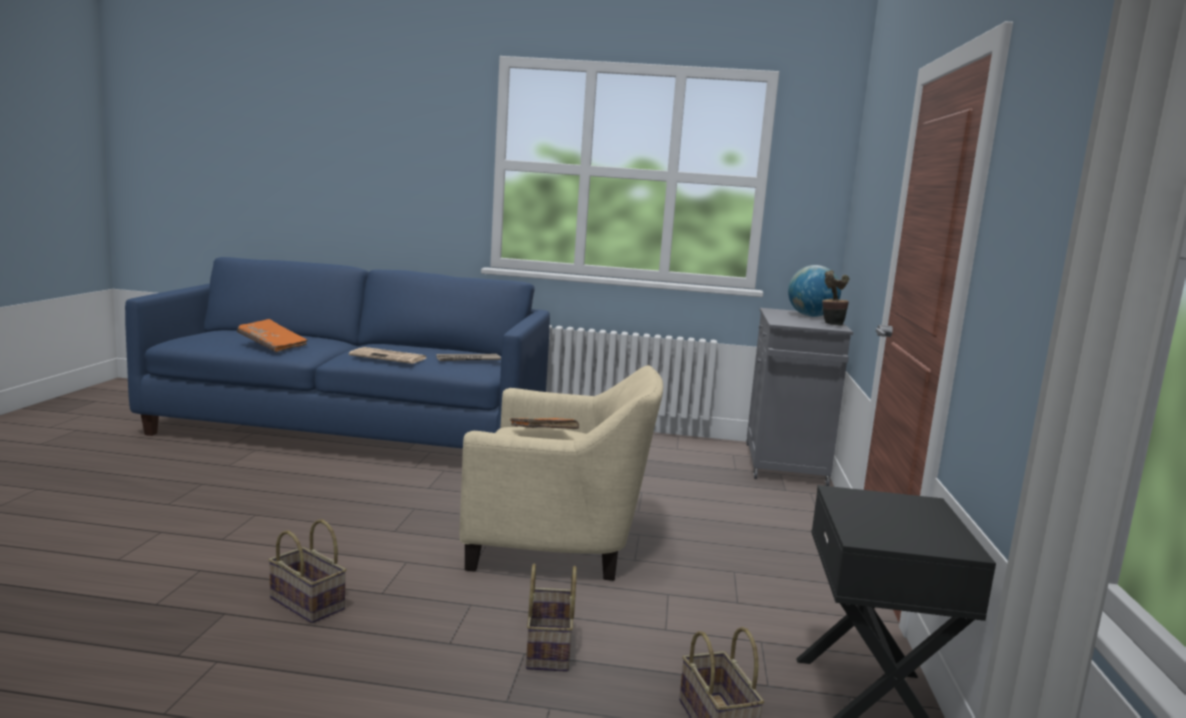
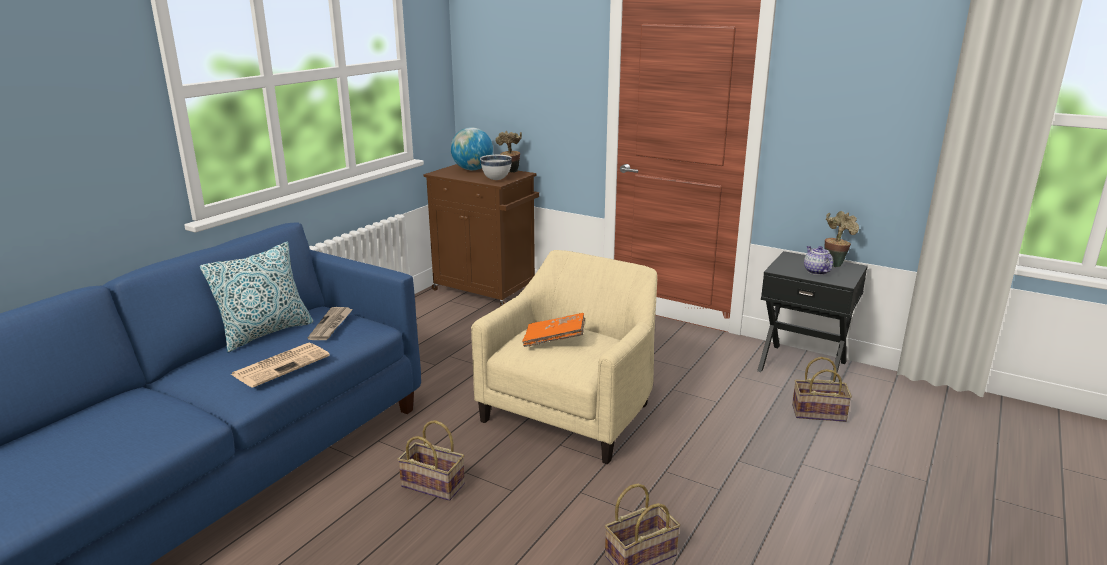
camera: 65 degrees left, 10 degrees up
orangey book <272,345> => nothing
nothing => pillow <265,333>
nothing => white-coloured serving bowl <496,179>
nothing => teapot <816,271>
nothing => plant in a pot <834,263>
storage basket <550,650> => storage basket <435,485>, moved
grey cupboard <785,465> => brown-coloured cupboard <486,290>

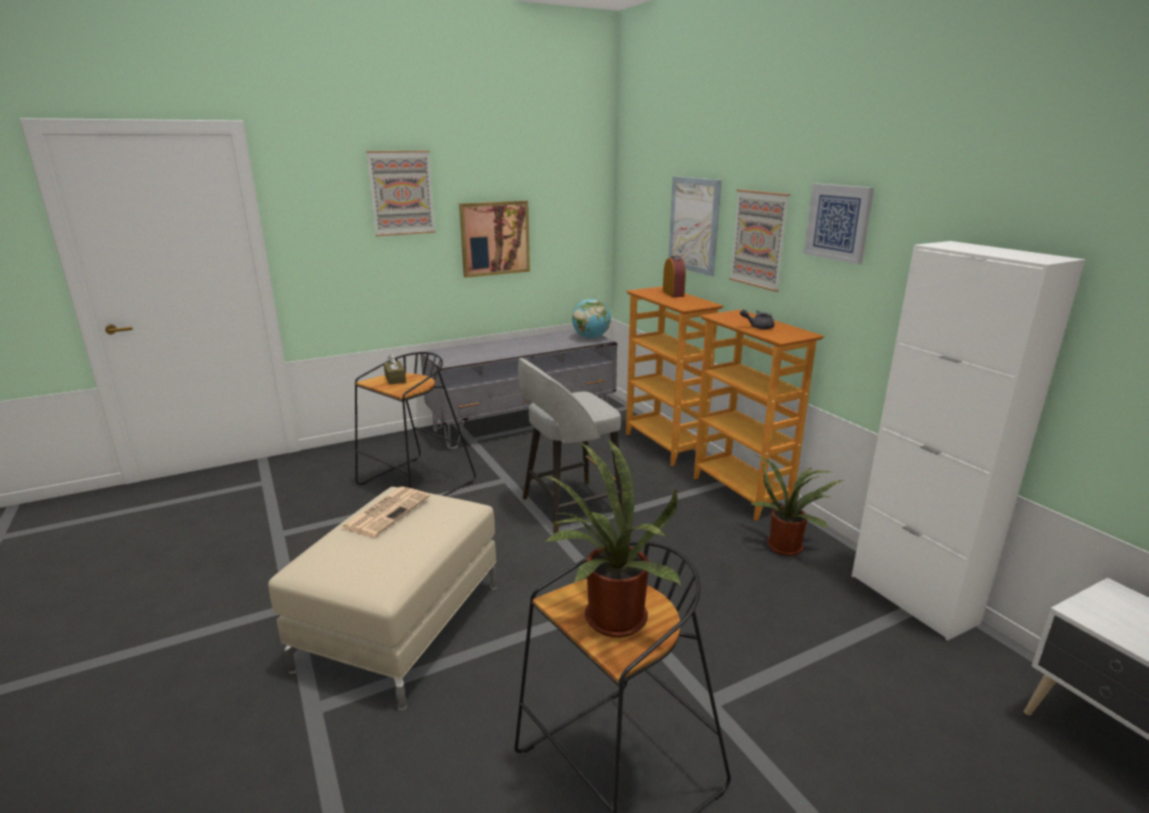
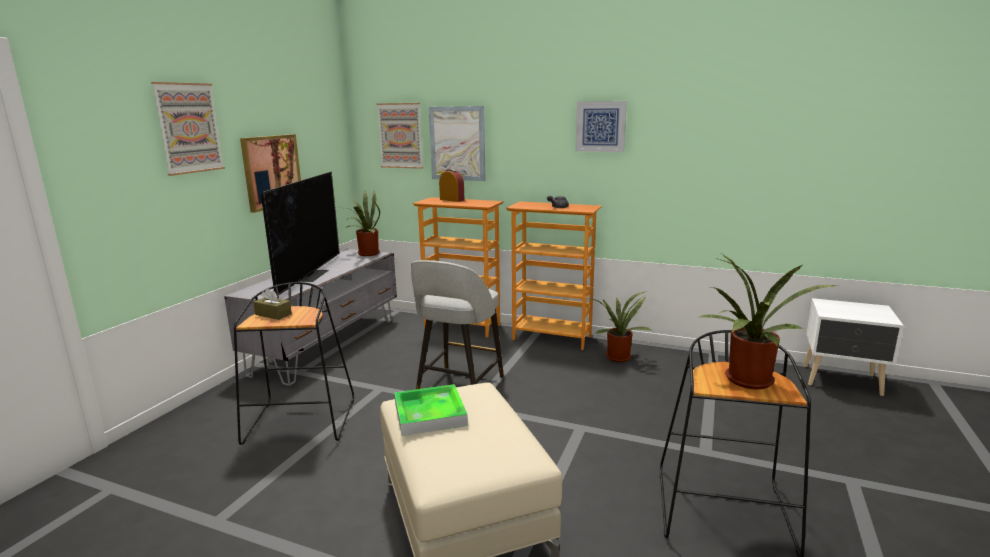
camera: 40 degrees left, 5 degrees down
white-coloured cupboard <912,598> => nothing
nothing => television <310,275>
wall art <759,239> => wall art <400,135>, moved
printed paper <387,511> => carrying tray <430,414>
world globe <591,337> => plant in a pot <366,254>

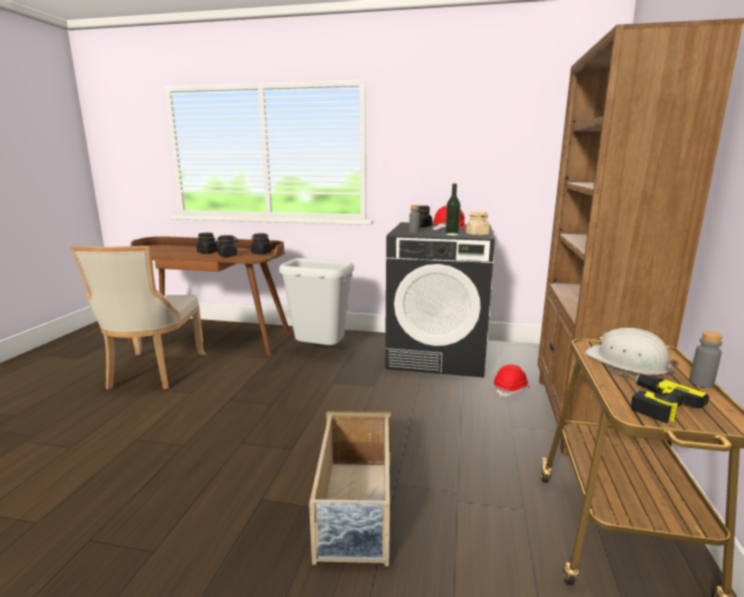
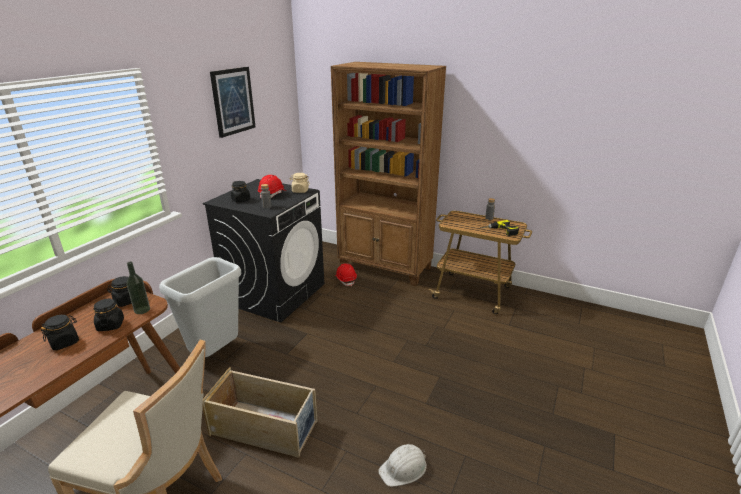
camera: 75 degrees left, 10 degrees up
nothing => wall art <233,101>
beige-coloured storage container <355,508> => beige-coloured storage container <265,428>, moved
bottle <452,234> => bottle <142,310>, moved
white-coloured hard hat <628,361> => white-coloured hard hat <404,468>, moved

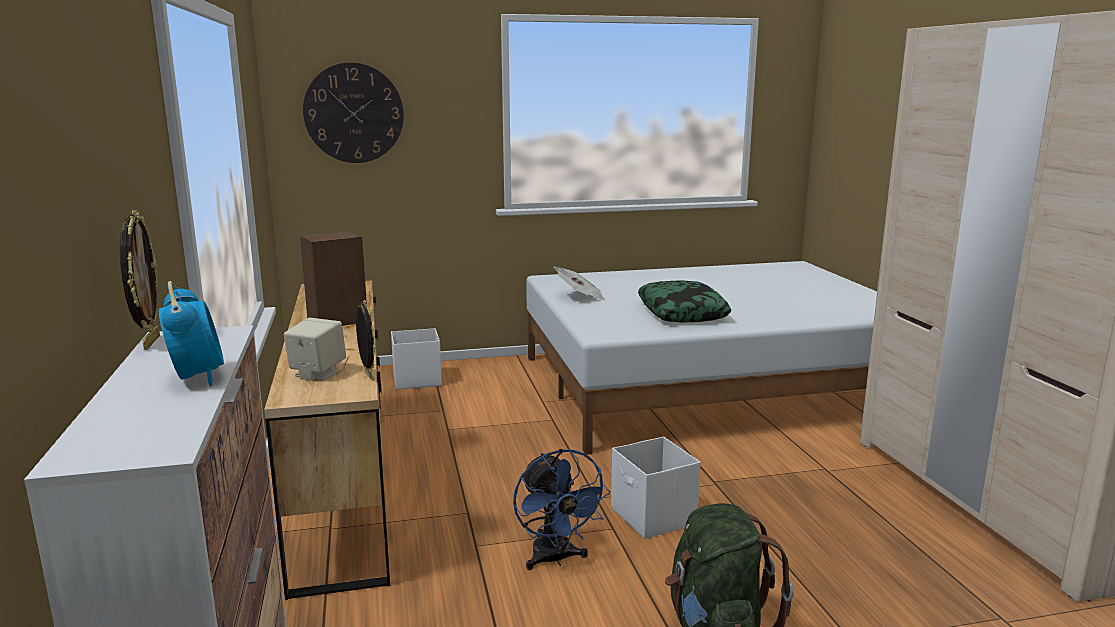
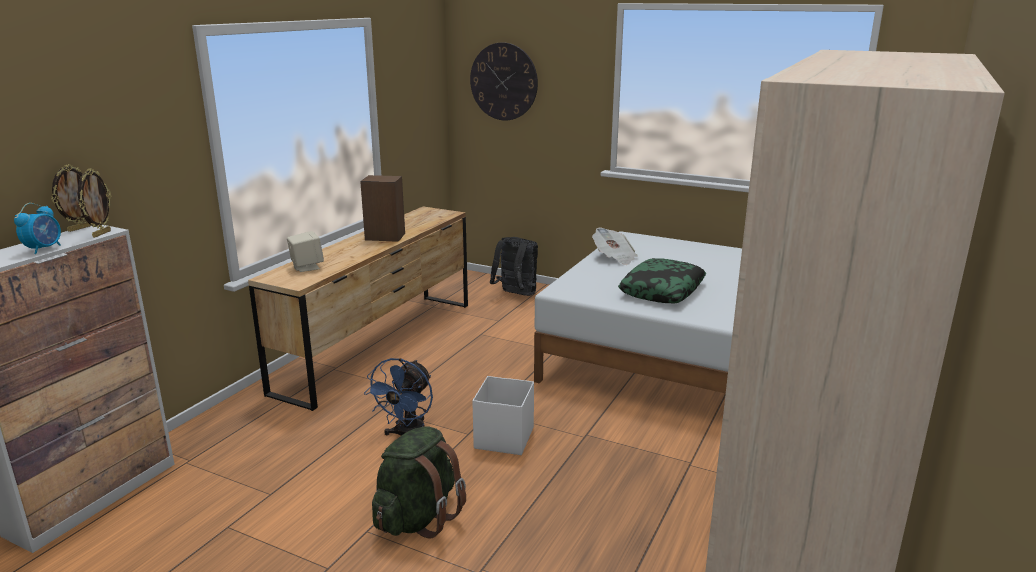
camera: 40 degrees right, 5 degrees up
photo frame <368,376> => photo frame <101,234>, moved
white-coloured storage container <416,380> => blackish rucksack <515,295>

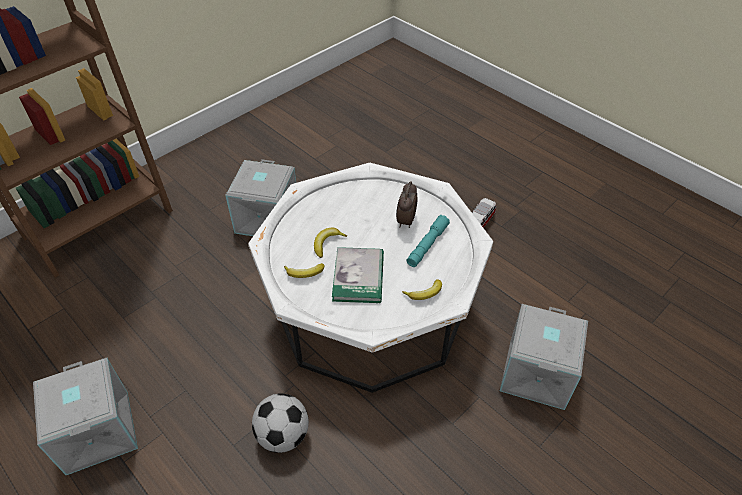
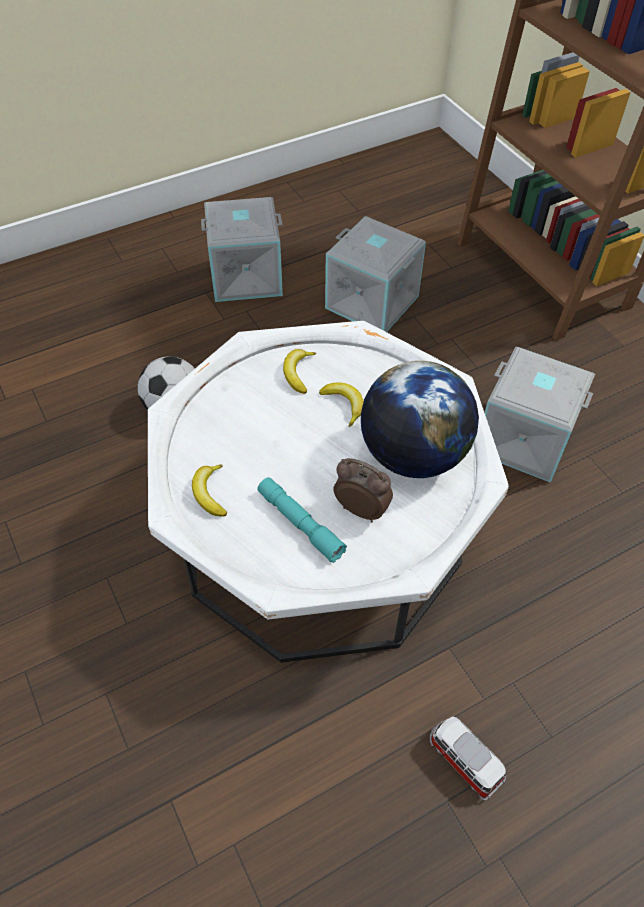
camera: 105 degrees right, 5 degrees up
book <358,277> => nothing
nothing => world globe <412,455>
grey storage container <535,372> => grey storage container <373,301>, moved

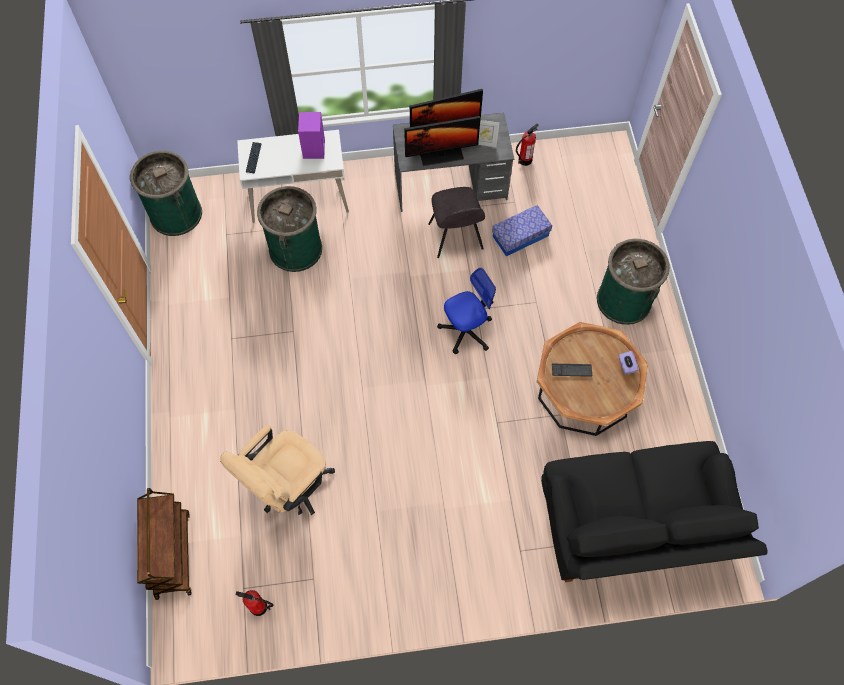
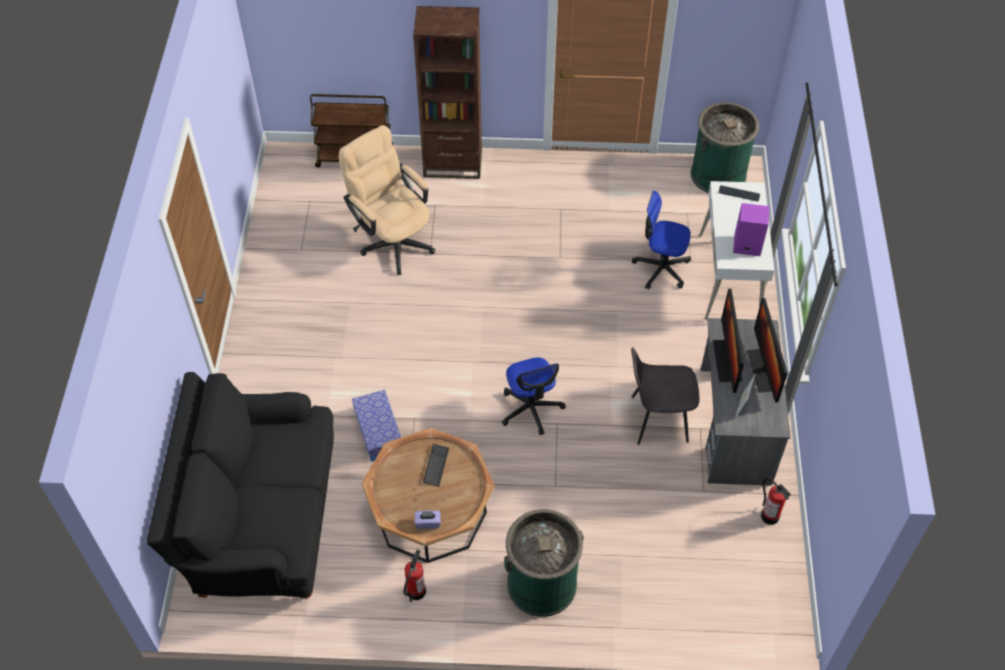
camera: 100 degrees right, 10 degrees down
nothing => brown-coloured shelving unit <453,163>
fire-fighting cylinder <258,607> => fire-fighting cylinder <416,591>, moved
storage container <520,236> => storage container <378,432>, moved
green waste bin <295,249> => office chair <661,268>

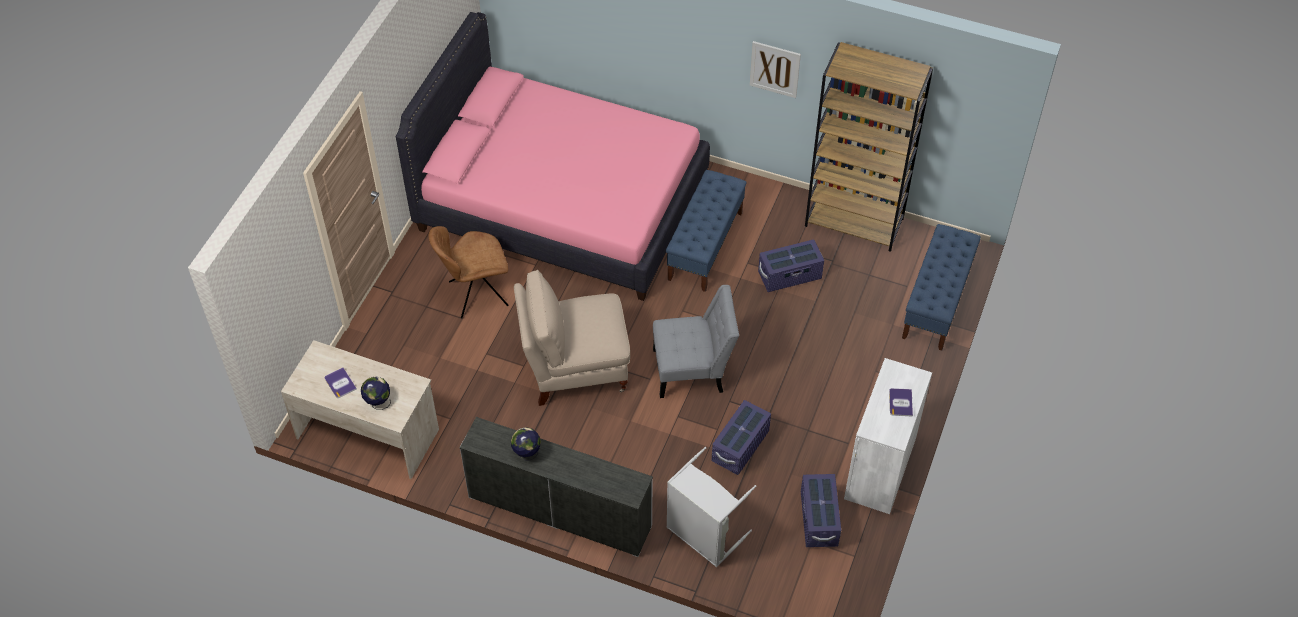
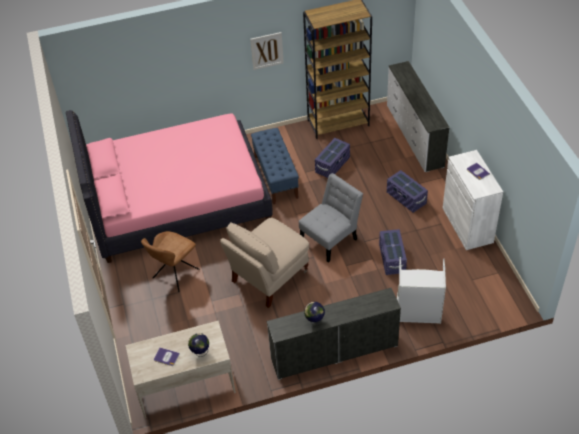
camera: 35 degrees left, 5 degrees down
purple storage container <818,519> => purple storage container <406,198>, moved
blue bench <936,302> => white-coloured drawer chest <414,135>

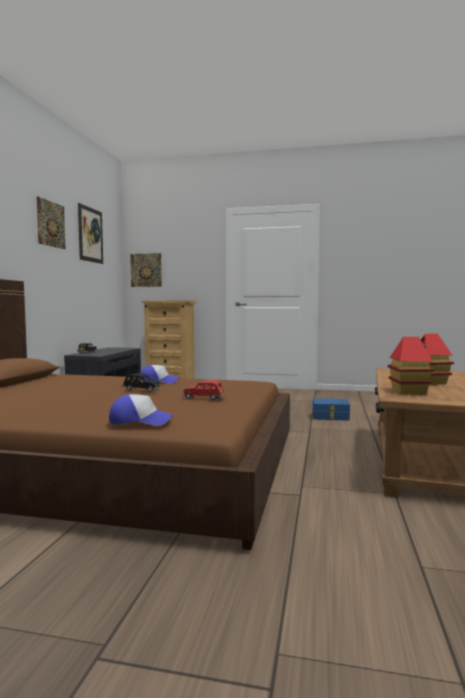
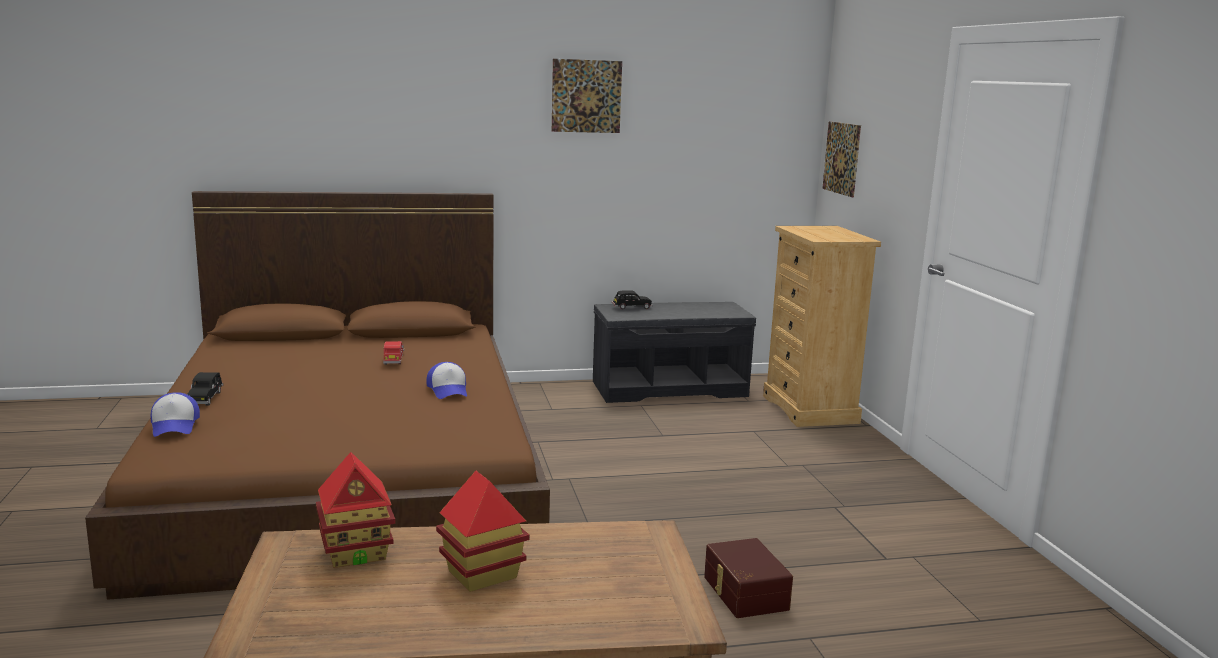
camera: 65 degrees right, 10 degrees up
wall art <90,235> => nothing
blackish model car <141,390> => blackish model car <205,398>, moved
red model car <204,398> => red model car <393,360>, moved
blue storage container <330,417> => brown-coloured storage container <743,593>

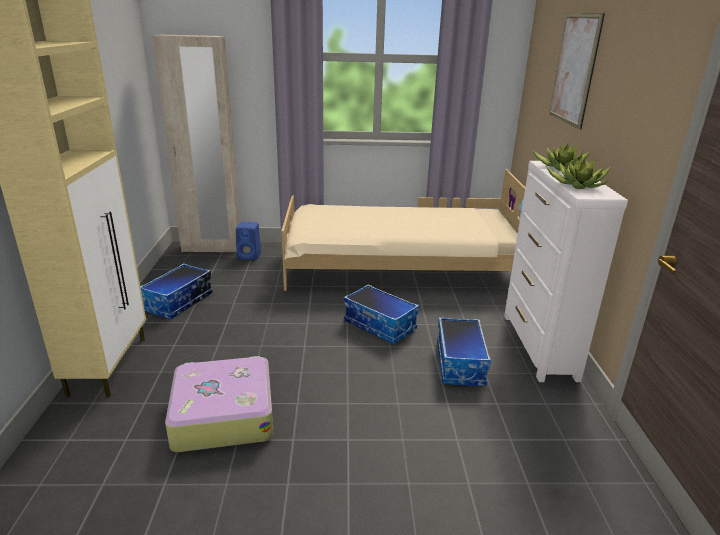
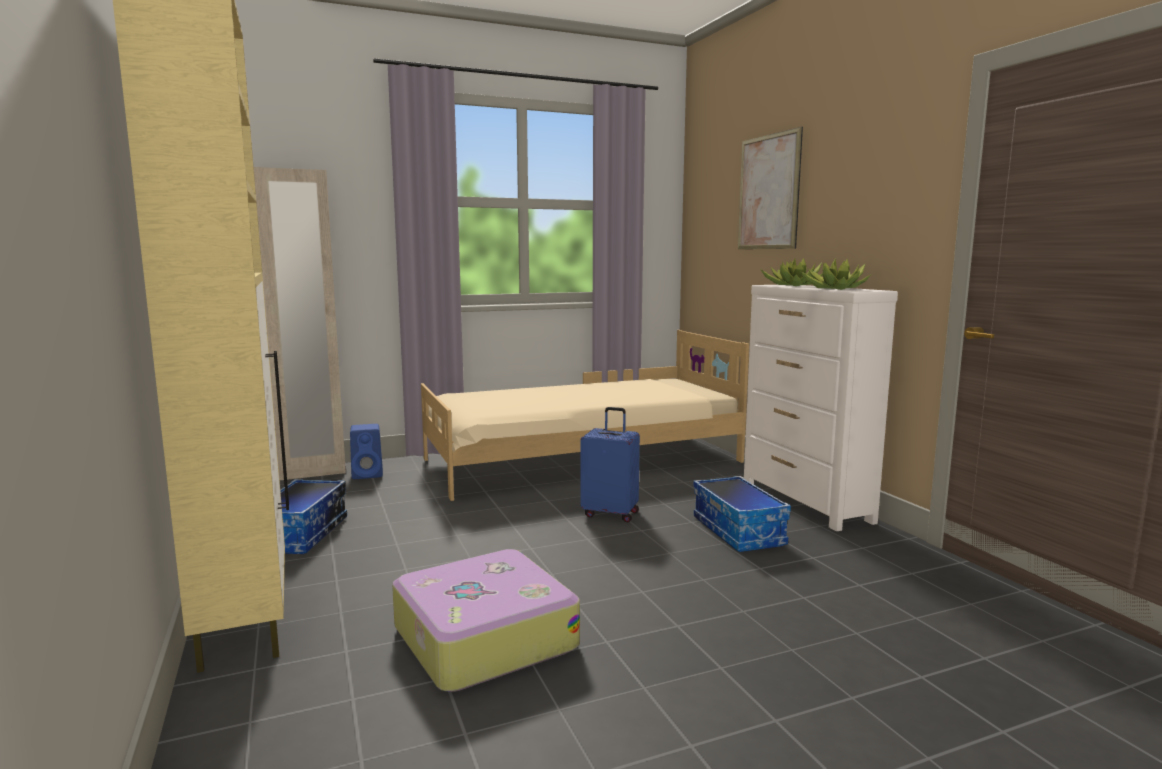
camera: 20 degrees left, 15 degrees down
storage container <380,325> => blue piece of luggage <611,513>

